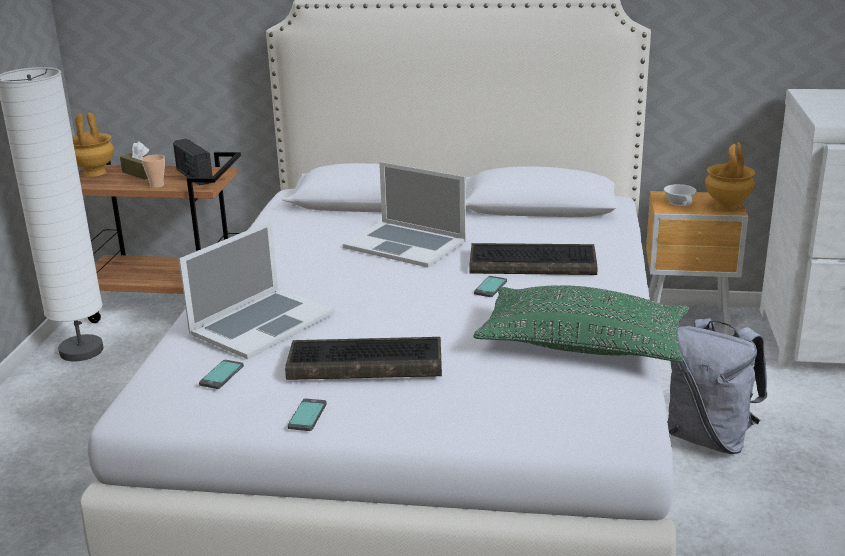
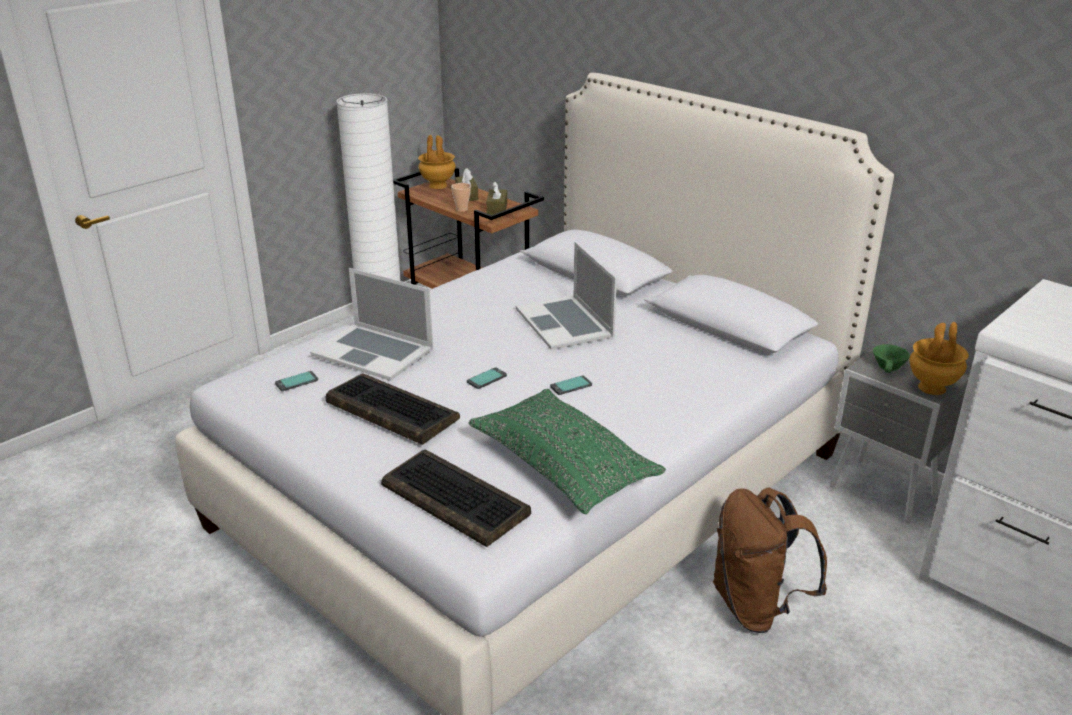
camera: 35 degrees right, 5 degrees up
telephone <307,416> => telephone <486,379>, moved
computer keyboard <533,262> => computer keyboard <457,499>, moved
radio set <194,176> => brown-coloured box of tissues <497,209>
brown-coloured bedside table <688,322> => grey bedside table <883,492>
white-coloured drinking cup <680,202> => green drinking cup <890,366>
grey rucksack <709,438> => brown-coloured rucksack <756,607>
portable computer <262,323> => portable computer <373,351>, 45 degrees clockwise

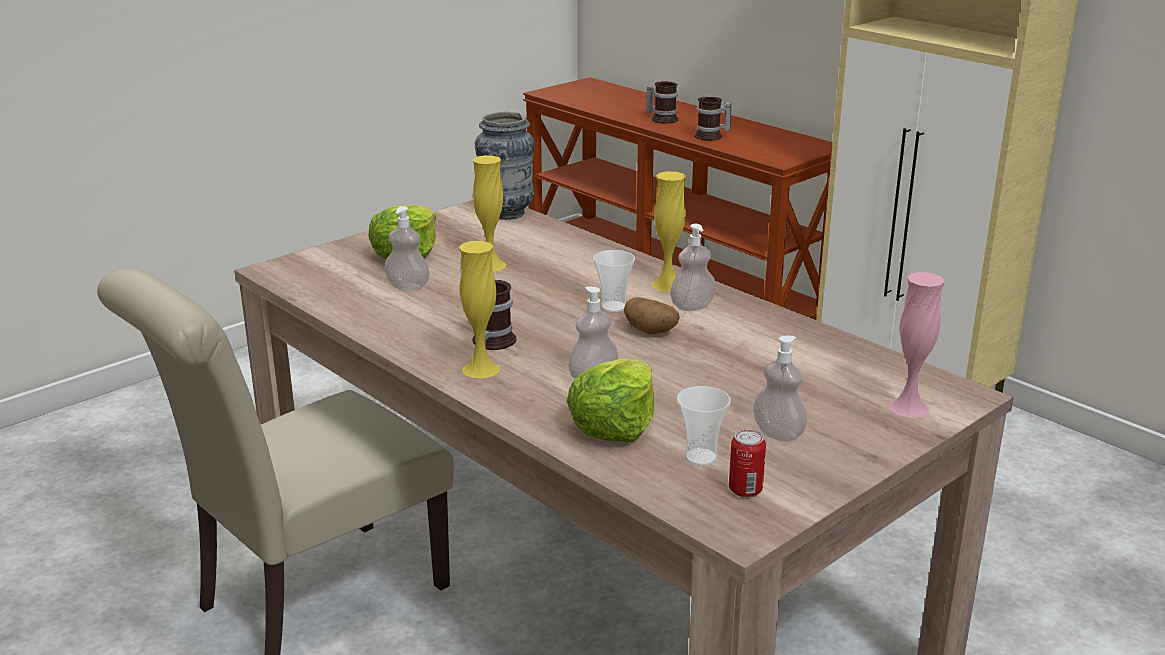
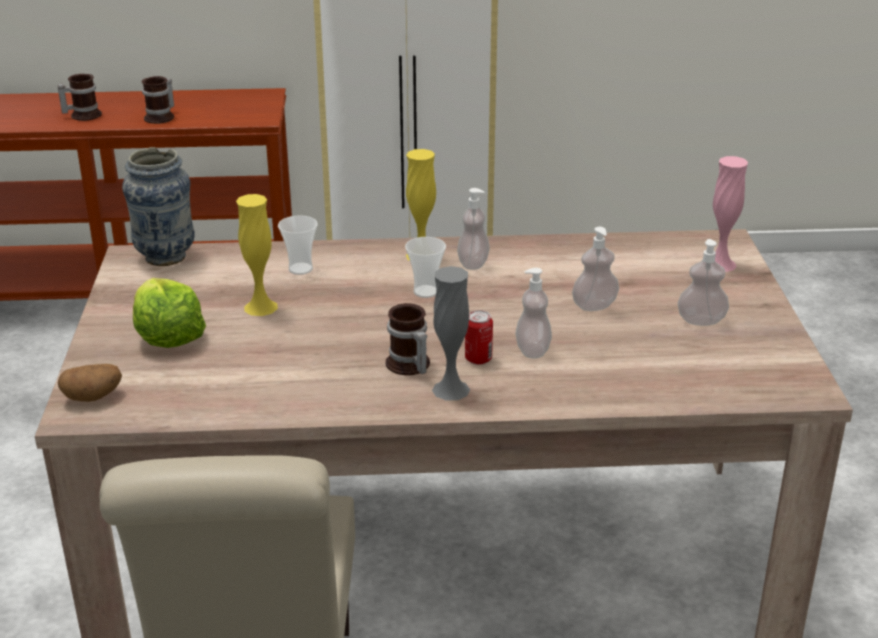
camera: 50 degrees left, 5 degrees up
lettuce head <614,425> => nothing
soap dispenser <407,287> => soap dispenser <594,306>, moved
spud <651,331> => spud <93,397>, moved
drinking cup <700,457> => drinking cup <300,269>, moved
can <745,490> => can <478,359>, moved
yellow-coloured flower vase <481,369> => grey flower vase <451,389>

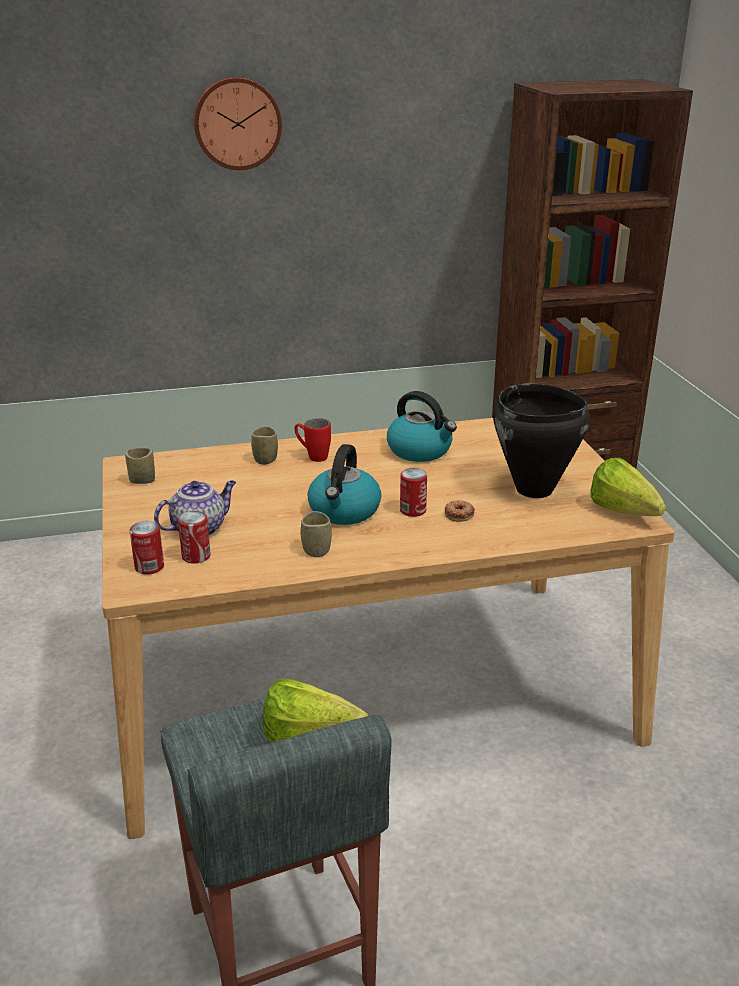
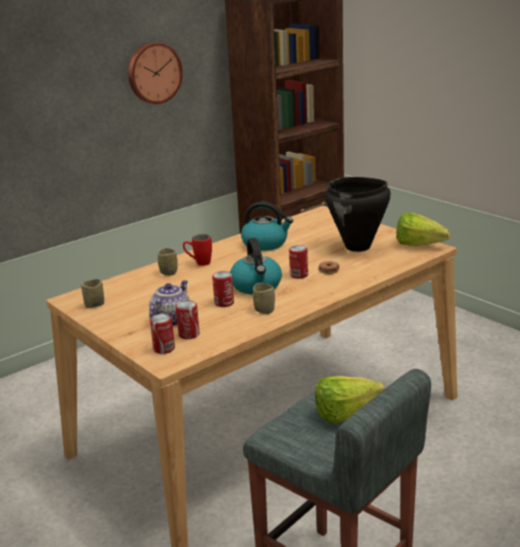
camera: 25 degrees left, 5 degrees down
nothing => can <224,303>
clock on the wall <237,123> => clock on the wall <153,73>, moved

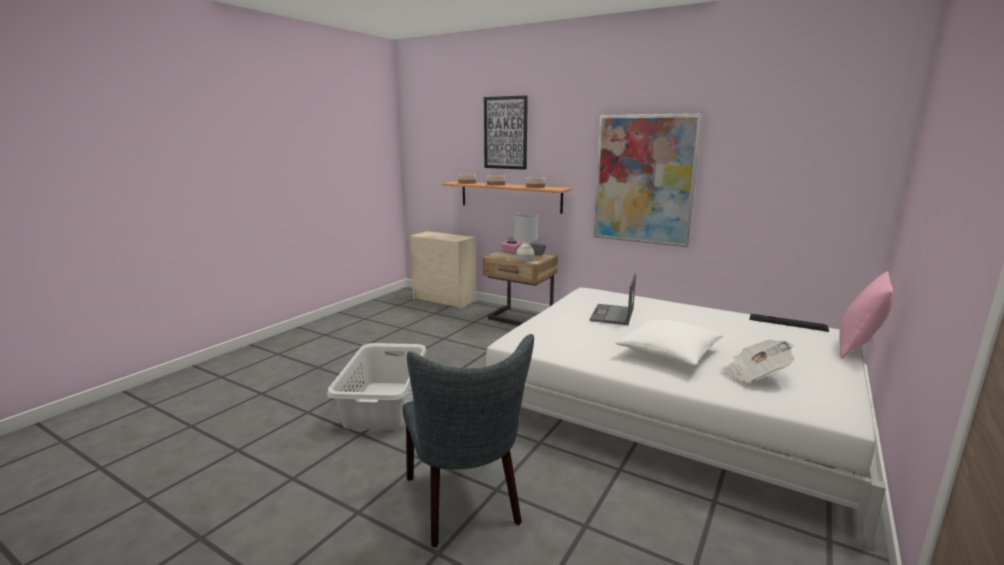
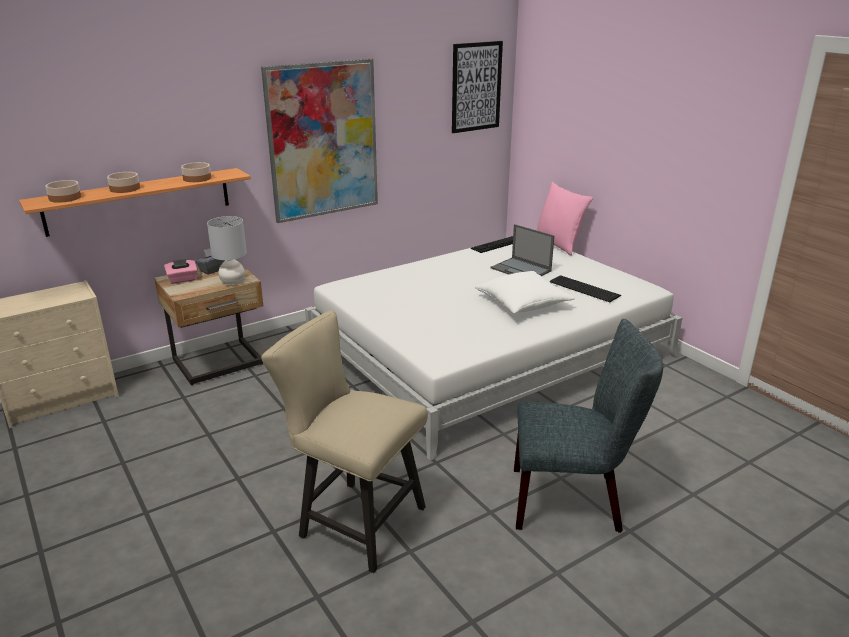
camera: 65 degrees left, 10 degrees up
wall art <505,133> => wall art <476,87>, moved
portable computer <612,315> => portable computer <521,270>, moved
grey laundry basket <384,405> => beige-coloured chair <354,520>
printed paper <754,375> => computer keyboard <584,289>

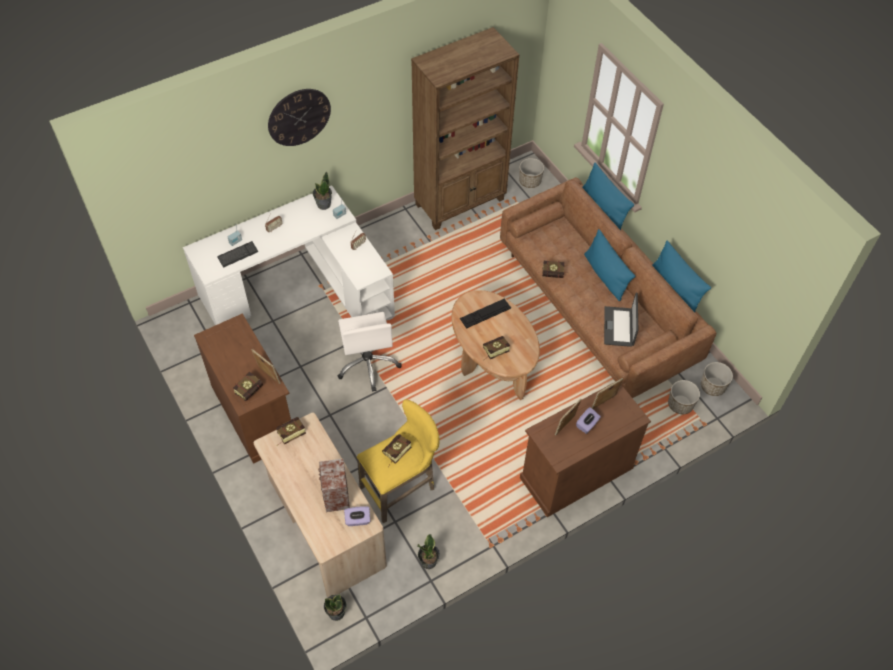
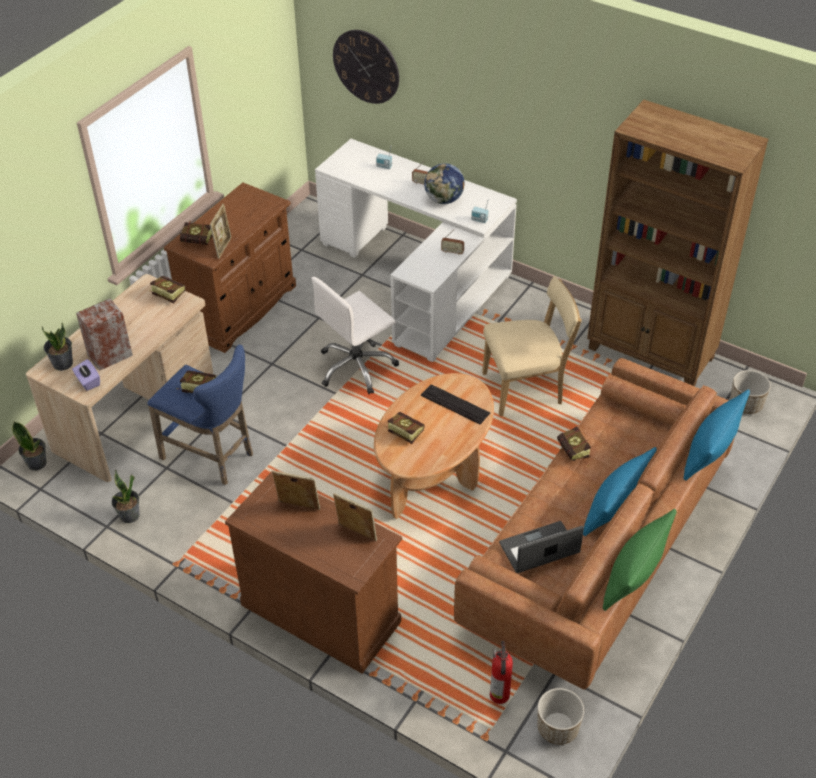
camera: 65 degrees right, 10 degrees down
computer keyboard <238,255> => nothing
purple box of tissues <587,424> => nothing
nothing => world globe <444,200>
nothing => beige-coloured chair <526,388>
clock on the wall <299,117> => clock on the wall <366,66>, moved
plant in a pot <323,204> => plant in a pot <62,363>, moved
flower pot <680,404> => fire-fighting cylinder <499,696>
yellow-coloured sitting stool <402,487> => blue sitting stool <212,457>
blue pillow <675,288> => green pillow <634,575>

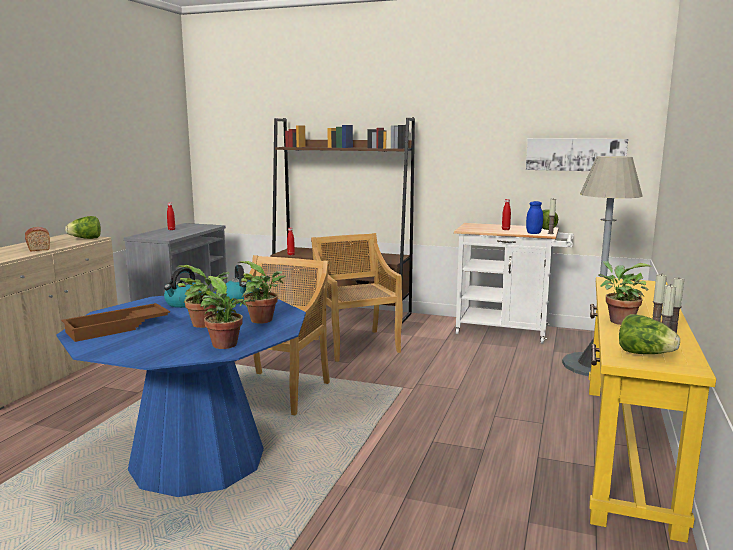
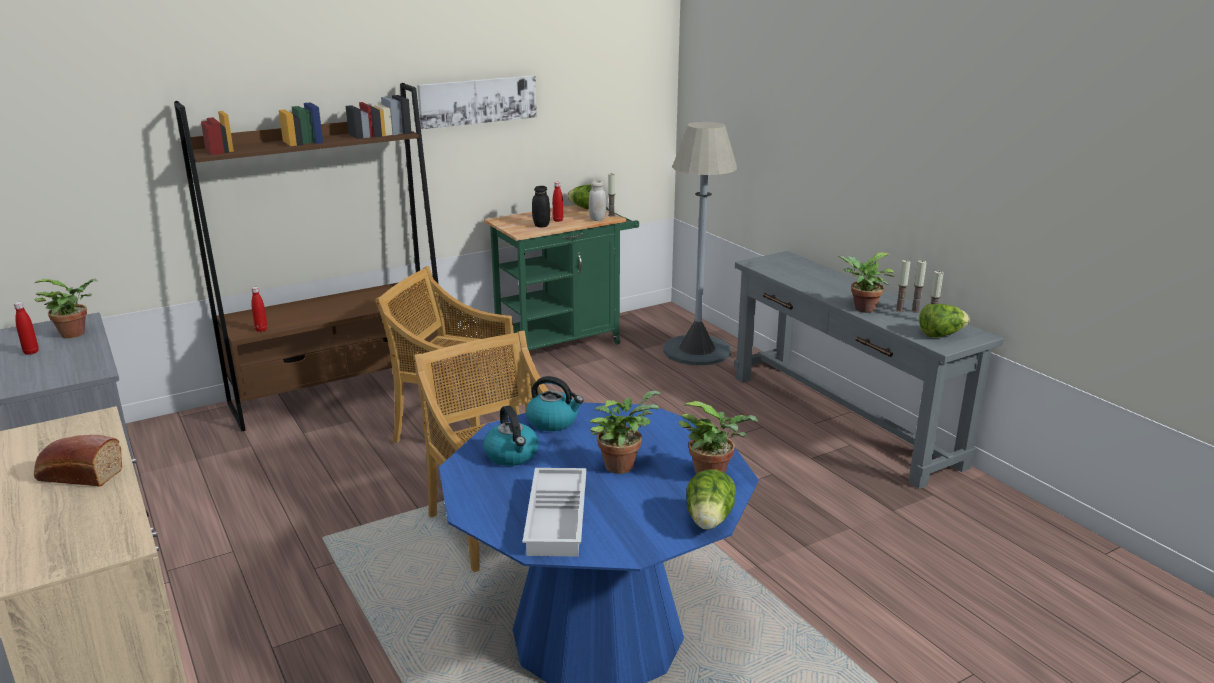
camera: 50 degrees left, 10 degrees up
nothing => blackish jar <541,225>
lettuce head <86,239> => lettuce head <709,521>, moved
plant in a pot <264,320> => plant in a pot <76,333>, moved
wall art <575,154> => wall art <477,101>, moved
brown-coloured carrying tray <117,328> => white-coloured carrying tray <558,518>
white-coloured cart <508,331> => green cart <565,342>
blue jar <533,233> => white-coloured jar <597,219>
yellow-coloured narrow table <626,449> => grey narrow table <842,419>

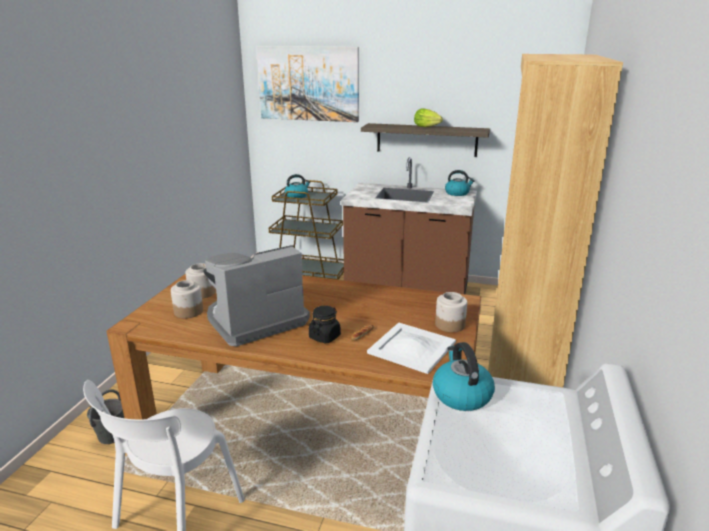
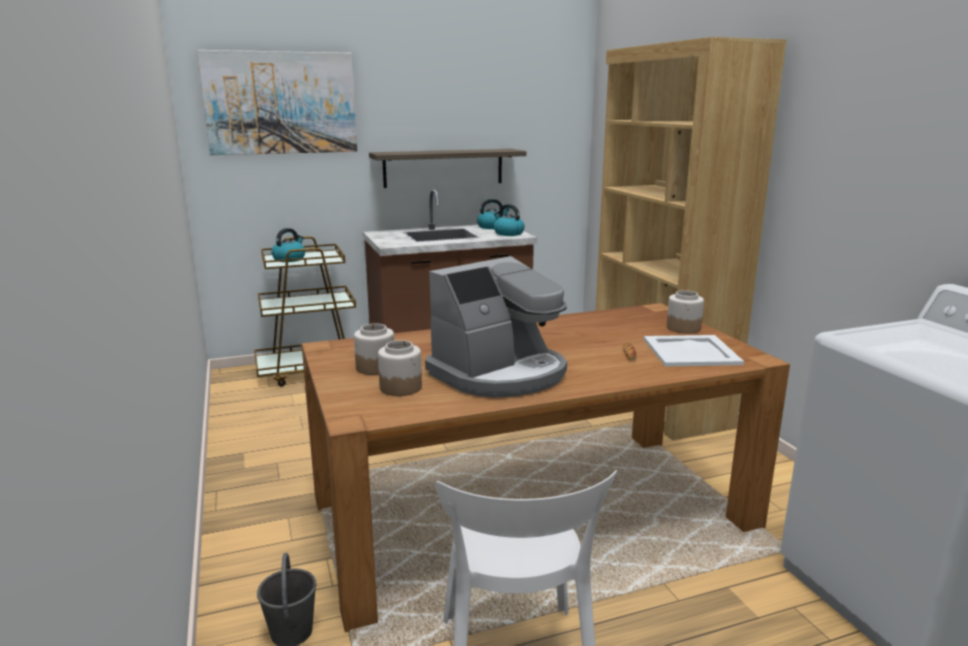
camera: 35 degrees left, 5 degrees down
blackish jar <324,337> => nothing
lettuce head <426,127> => nothing
tea kettle <461,395> => tea kettle <508,233>, moved
coffee machine <255,321> => coffee machine <500,373>, 150 degrees counterclockwise

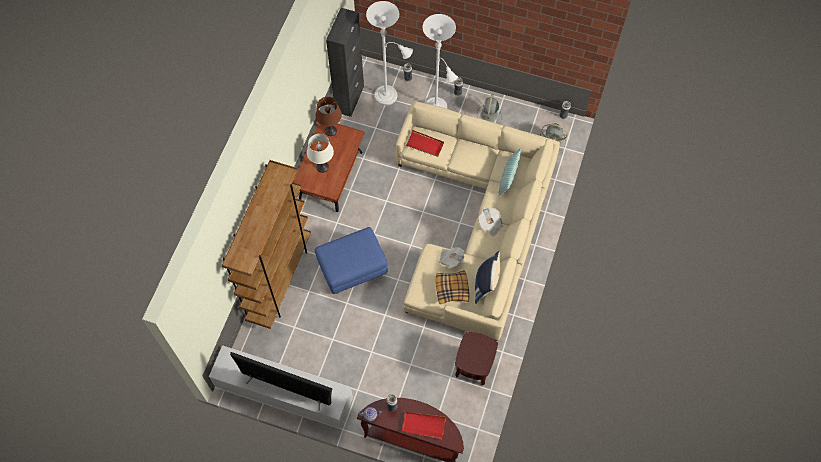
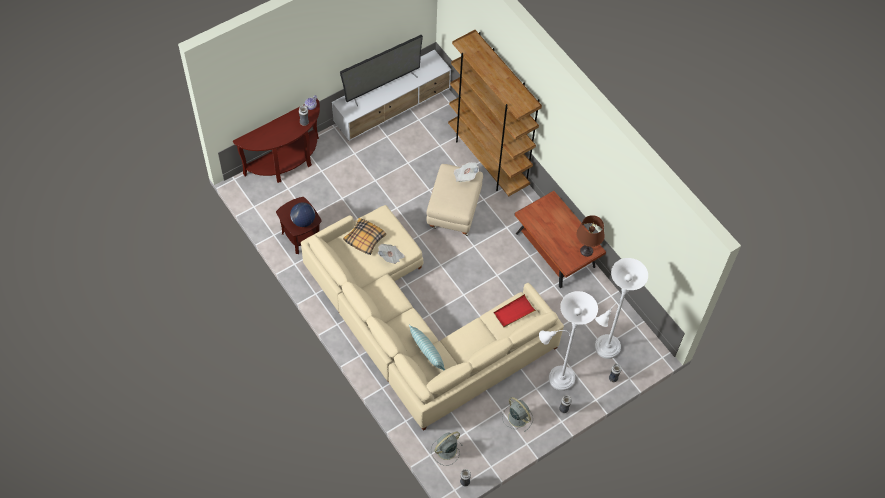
camera: 125 degrees right, 5 degrees down
white-coloured tabletop lamp <322,167> => nothing
blackish cupboard <349,99> => nothing
red carrying tray <423,425> => nothing
blue pillow <486,285> => nothing
nothing => world globe <303,221>
printed paper <490,224> => printed paper <465,175>, moved
blue ottoman <352,270> => beige-coloured ottoman <453,210>

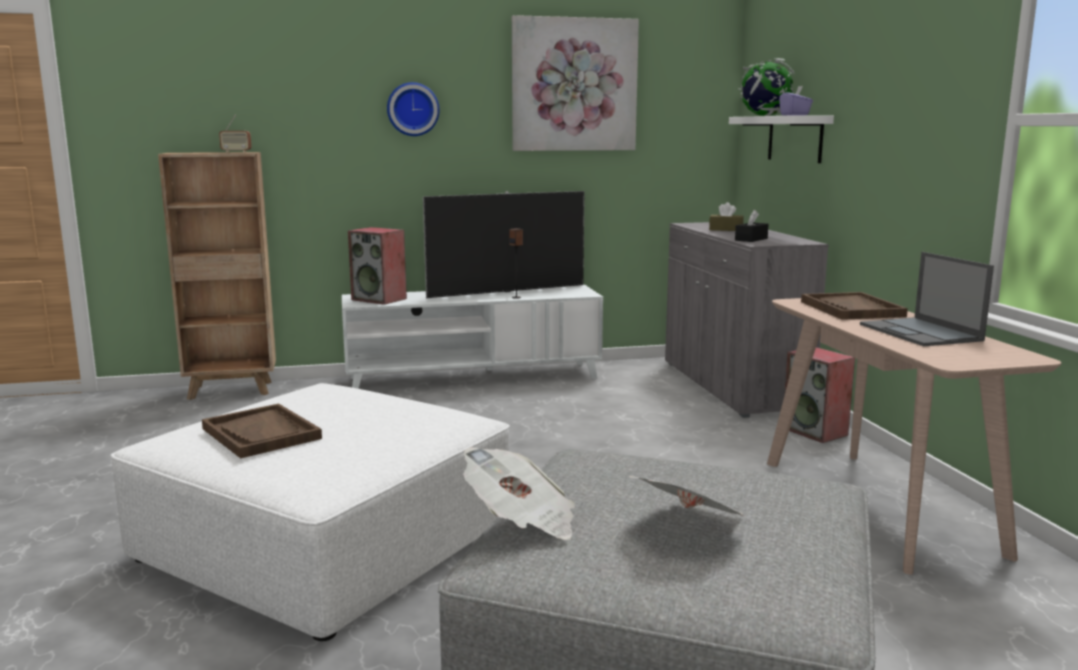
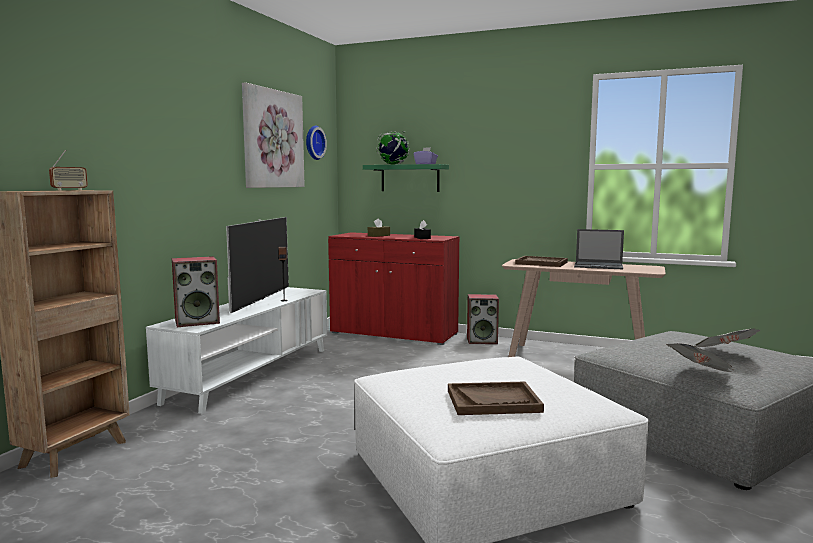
camera: 55 degrees left, 5 degrees down
clock on the wall <412,109> => clock on the wall <313,142>, moved
grey cupboard <732,385> => red cupboard <393,333>
white-coloured bracket shelf <795,138> => green bracket shelf <410,178>

